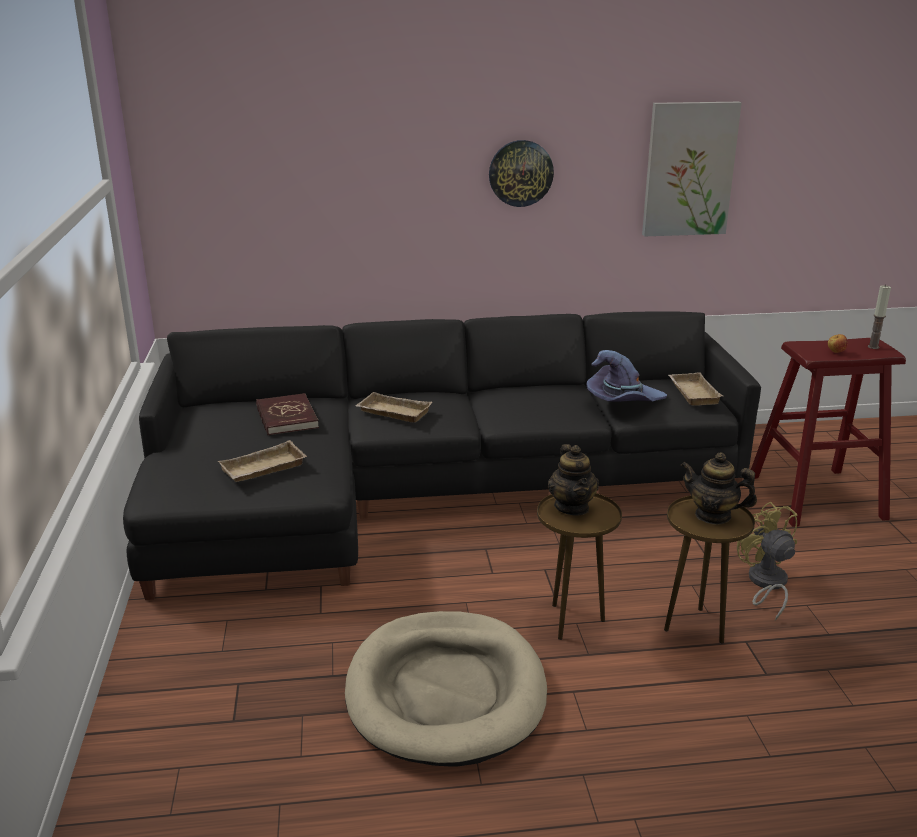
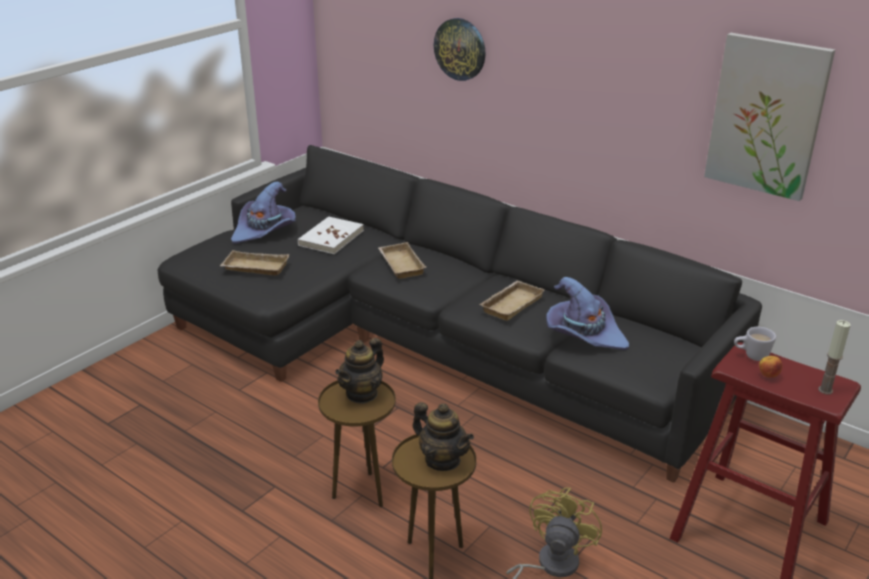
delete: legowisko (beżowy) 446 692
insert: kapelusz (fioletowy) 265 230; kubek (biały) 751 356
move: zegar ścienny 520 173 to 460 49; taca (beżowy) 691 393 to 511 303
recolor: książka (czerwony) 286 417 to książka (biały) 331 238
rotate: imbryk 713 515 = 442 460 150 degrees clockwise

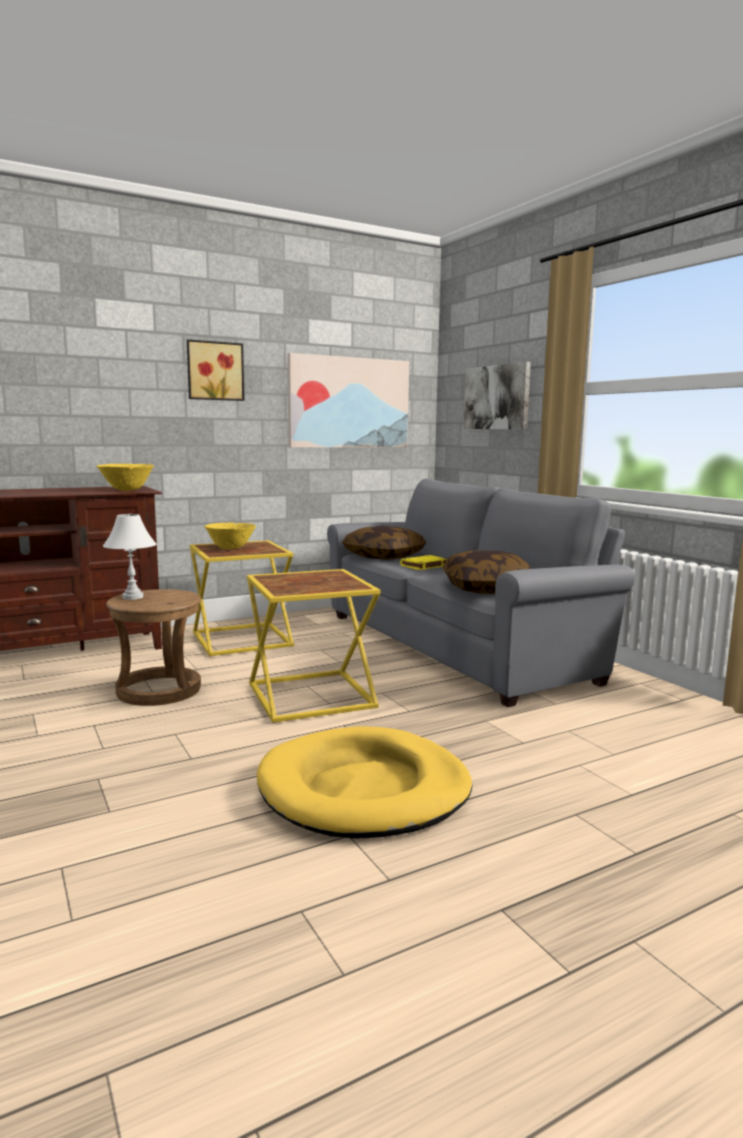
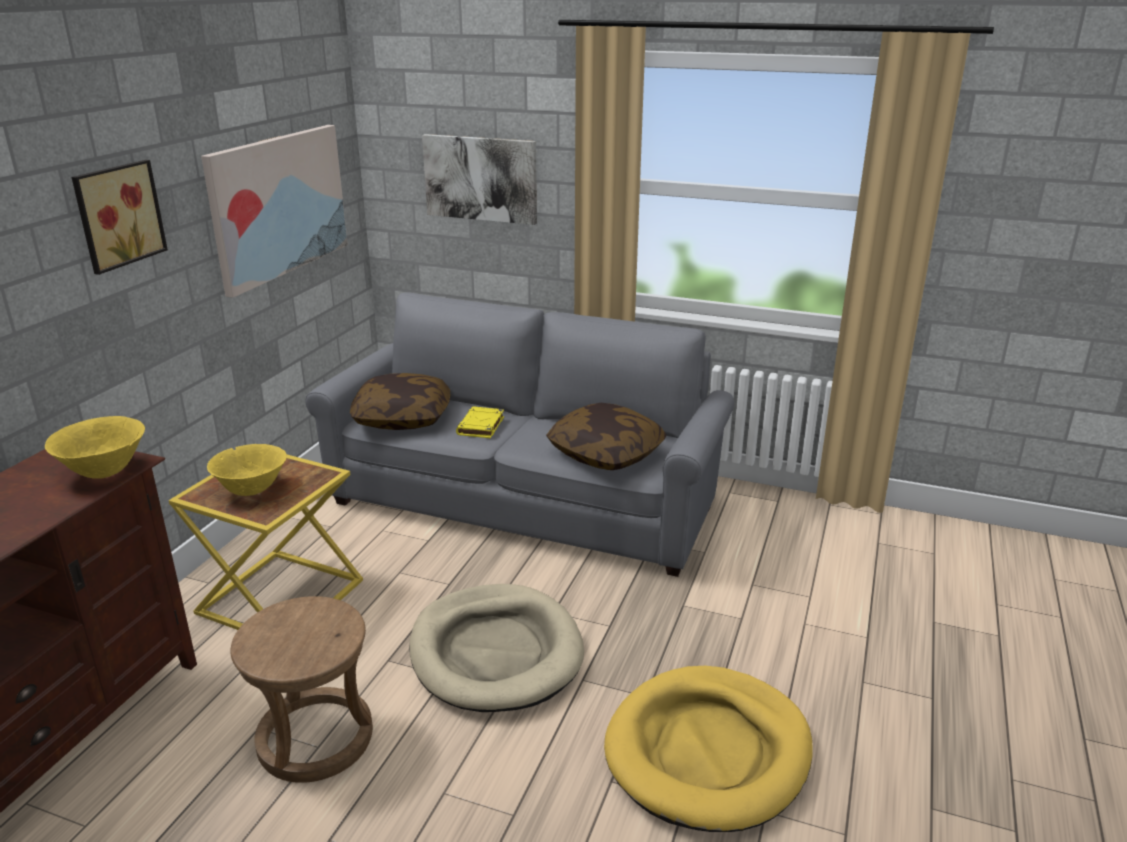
delete: lampa stołowa (biały) 133 597
replace: stolik (żółty) 312 695 to legowisko (beżowy) 496 652

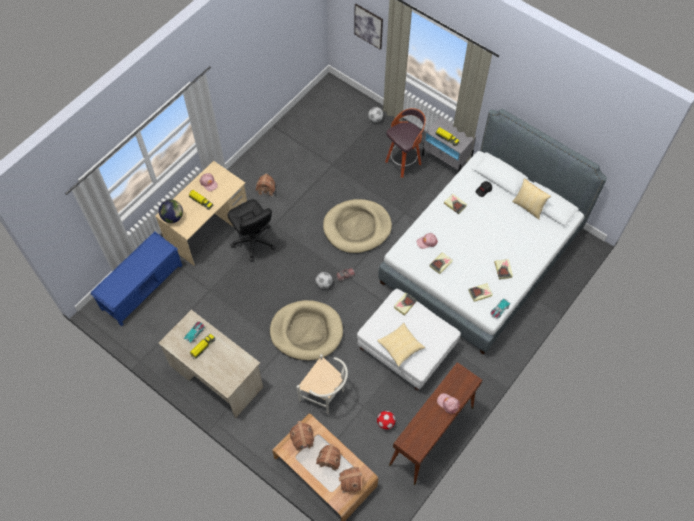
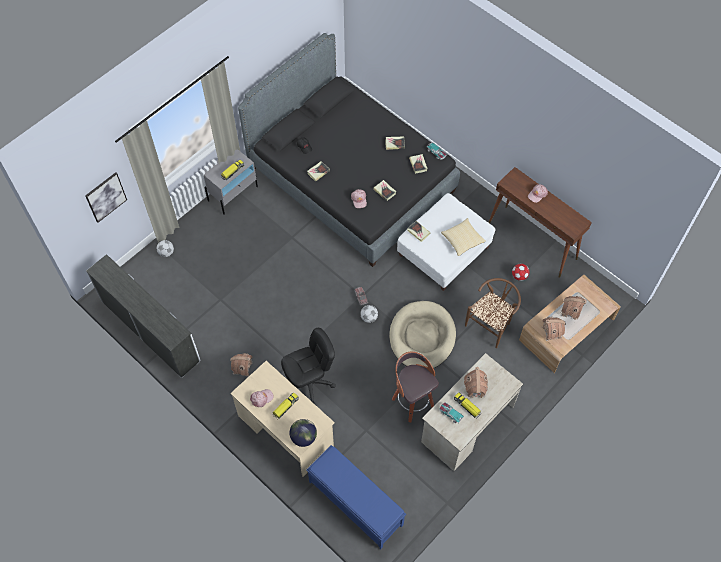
delete: poduszka 528 207; legowisko (beżowy) 357 227
insert: komoda (biały) 150 330
move: stołek 404 162 to 412 401; domek 350 482 to 475 388
recolor: łóżko (biały) 481 256 to łóżko (czarny) 351 179; krzesło (biały) 325 395 to krzesło (brązowy) 491 324

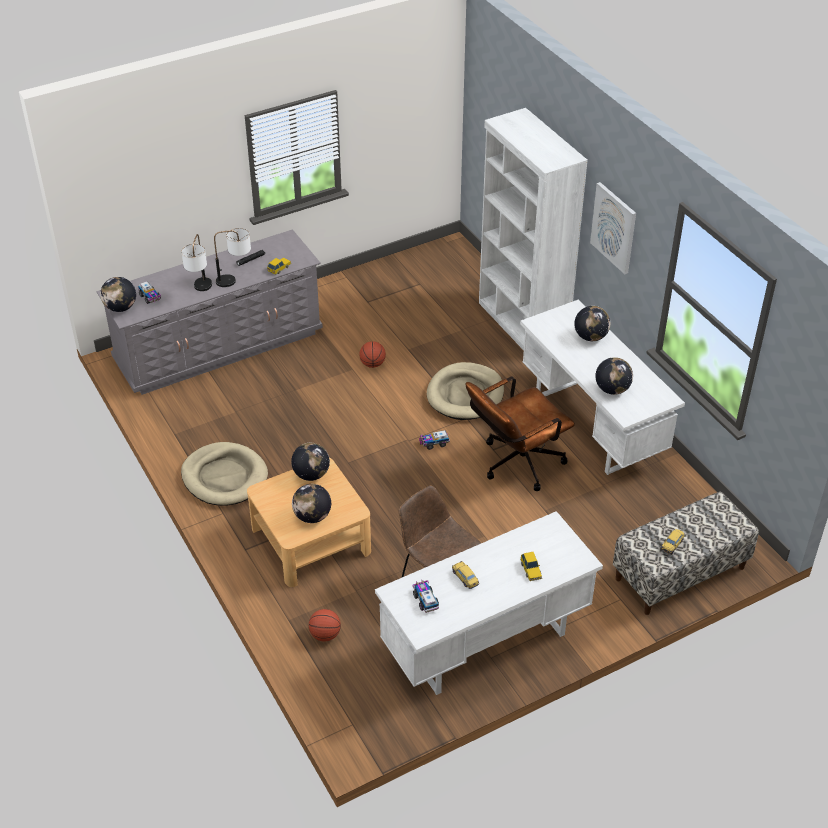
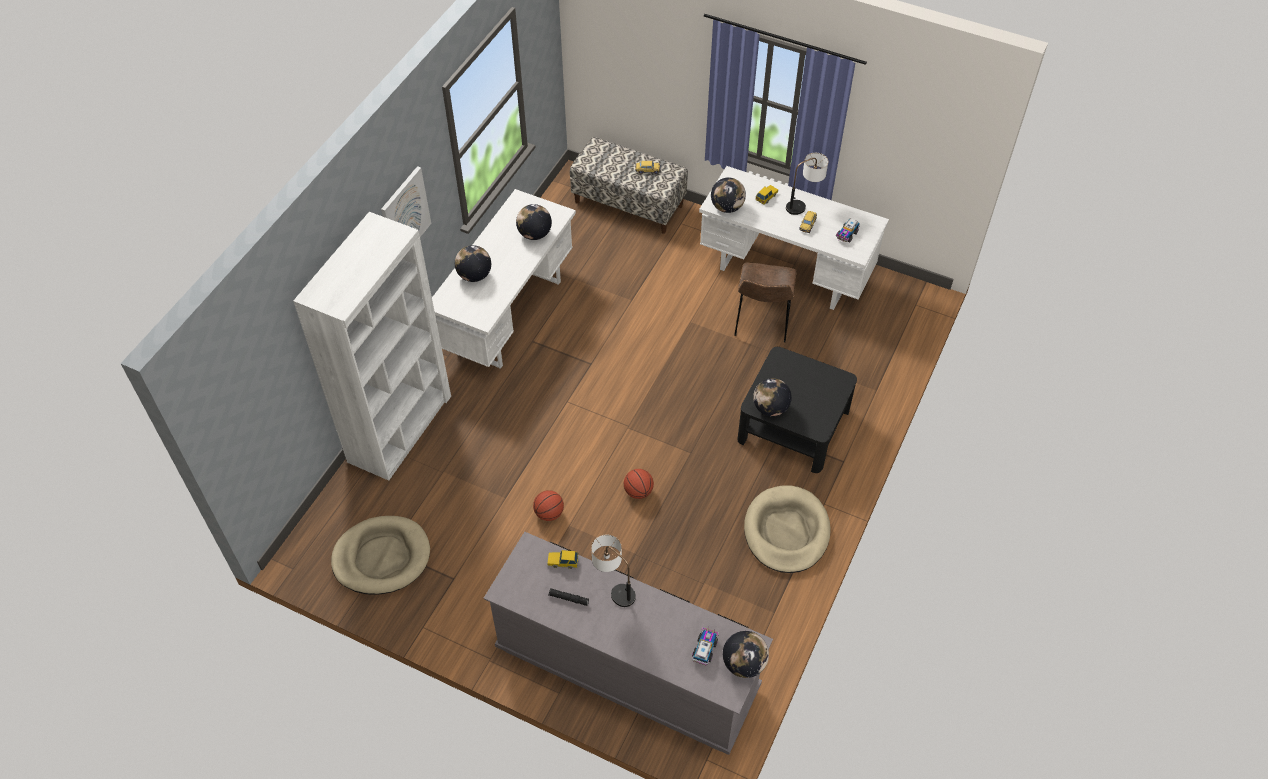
delete: krzesło biurowe (brązowy) 515 464; ciężarówka zabawkowa 434 443
move: lampa stołowa 201 291 to 804 204; legowisko (beżowy) 465 394 to 382 557; globus 312 516 to 727 207; piłka do koszykówki 325 635 to 638 491
recolor: ława (beżowy) 311 540 to ława (czarny) 793 424

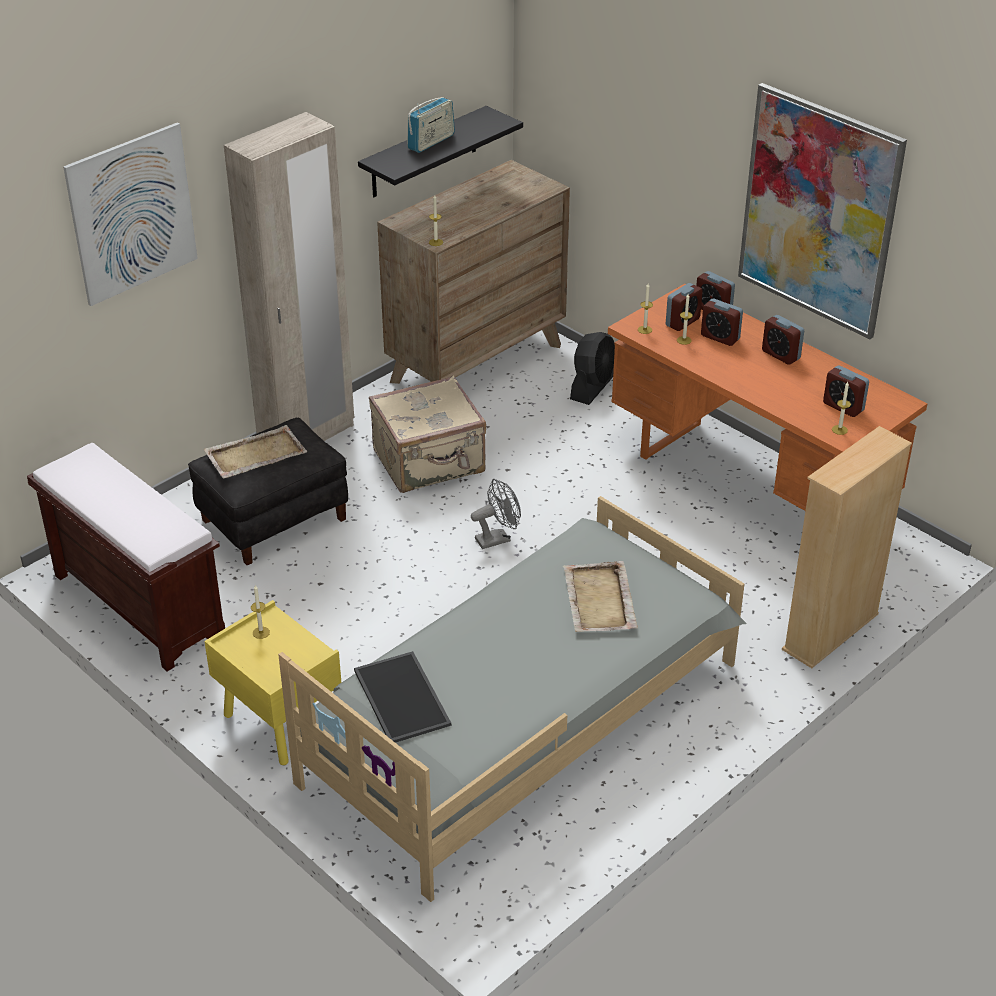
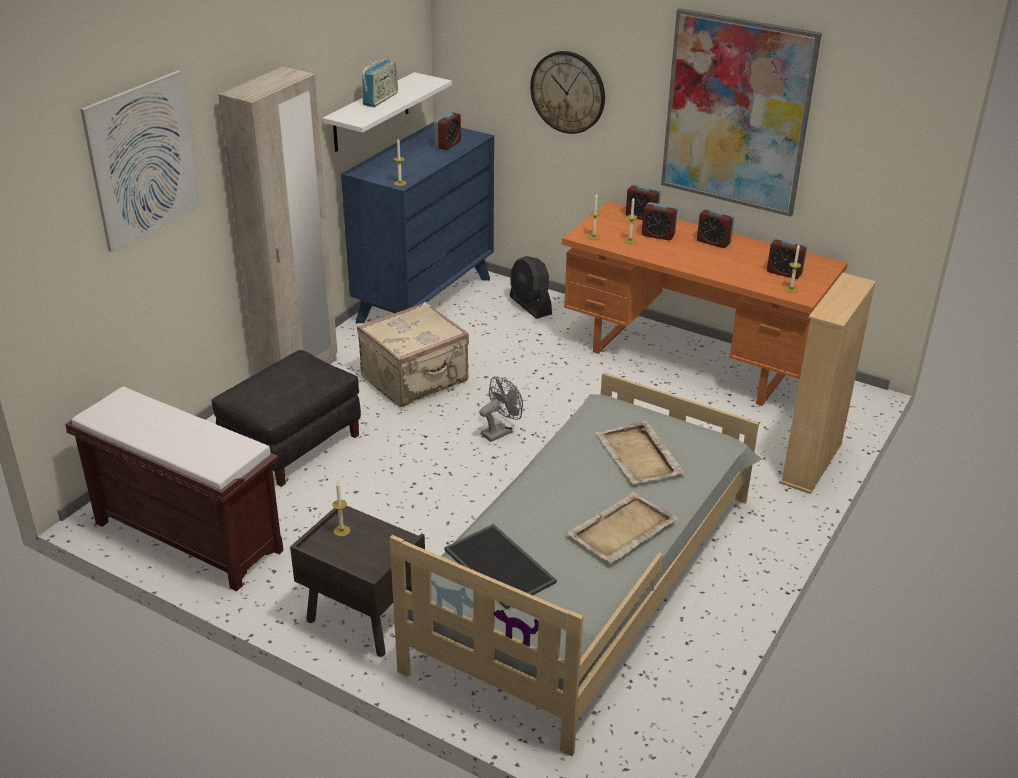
insert: zegar ścienny 568 92
move: budzik 682 322 to 447 144; taca (beżowy) 254 455 to 621 530
recolor: półka (czarny) 424 153 to półka (biały) 371 112; komoda (brązowy) 476 362 to komoda (niebieski) 424 299; szafka nocna (żółty) 278 722 to szafka nocna (brązowy) 362 618
rotate: wentylator (czarny) 593 387 = 530 305 135 degrees clockwise

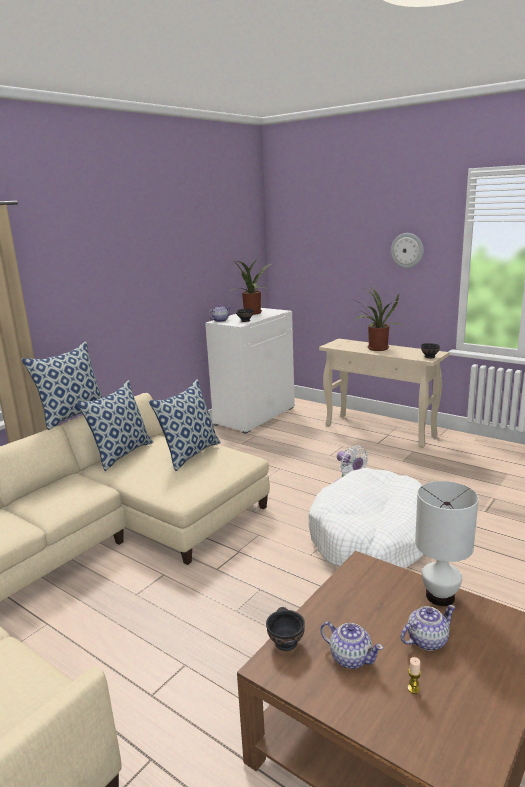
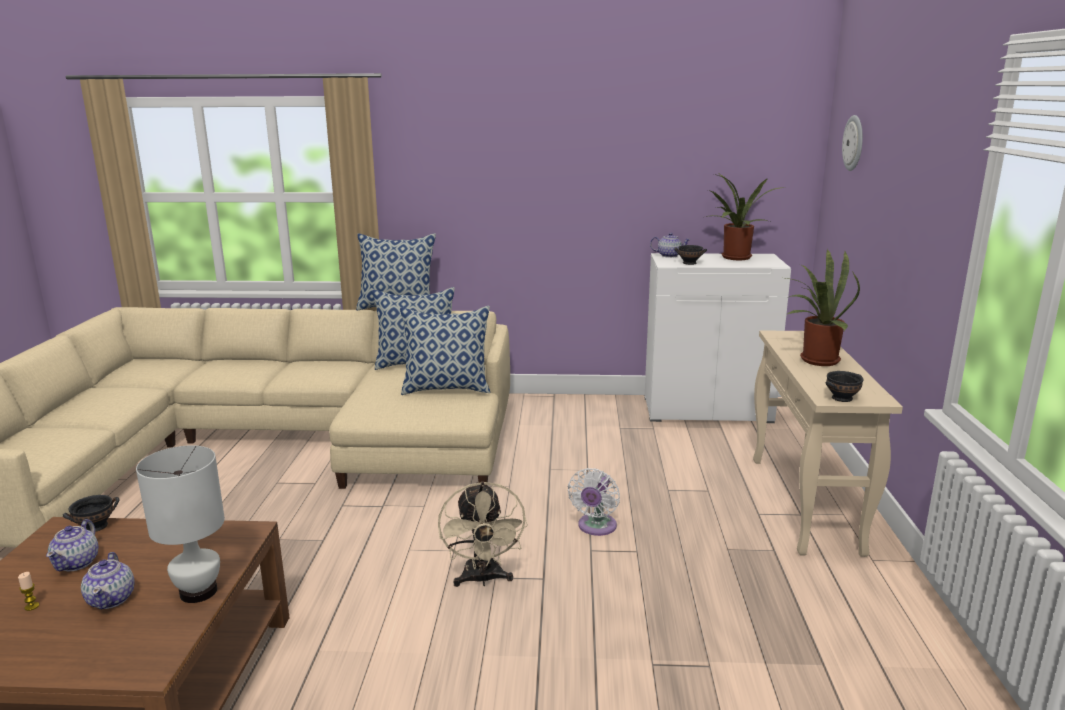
move: zegar ścienny 407 250 to 854 143
replace: legowisko (biały) 371 537 to wentylator (beżowy) 483 579
rotate: imbryk 426 640 = 112 599 45 degrees clockwise

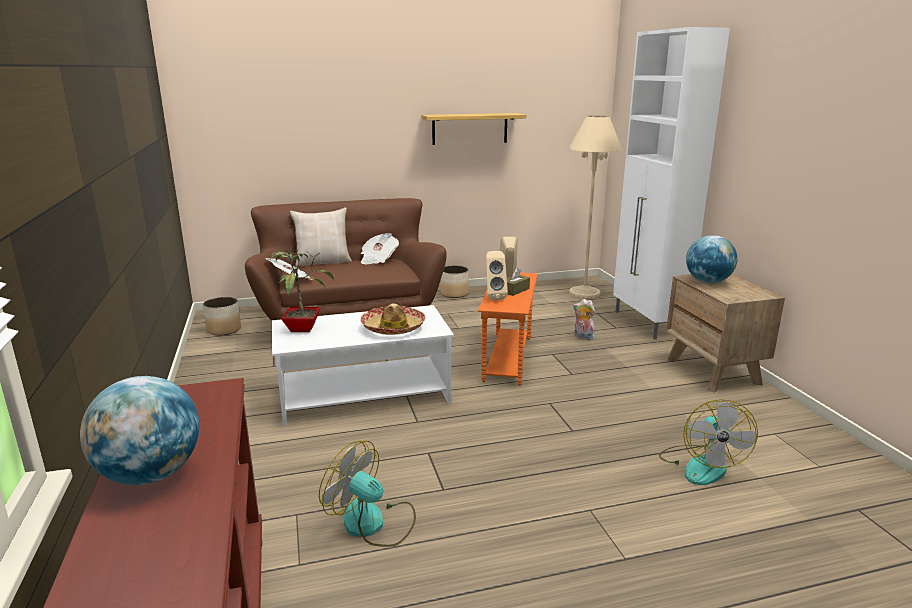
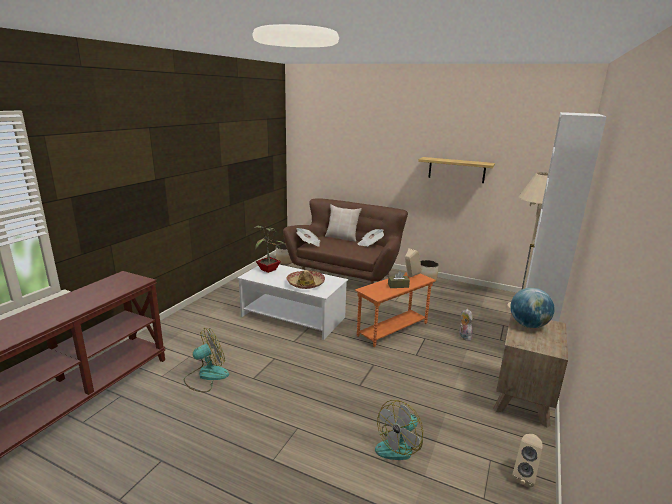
delete: globus 150 474
move: głośnik (beżowy) 494 297 to 524 476
rotate: wentylator 373 523 = 206 376 75 degrees clockwise

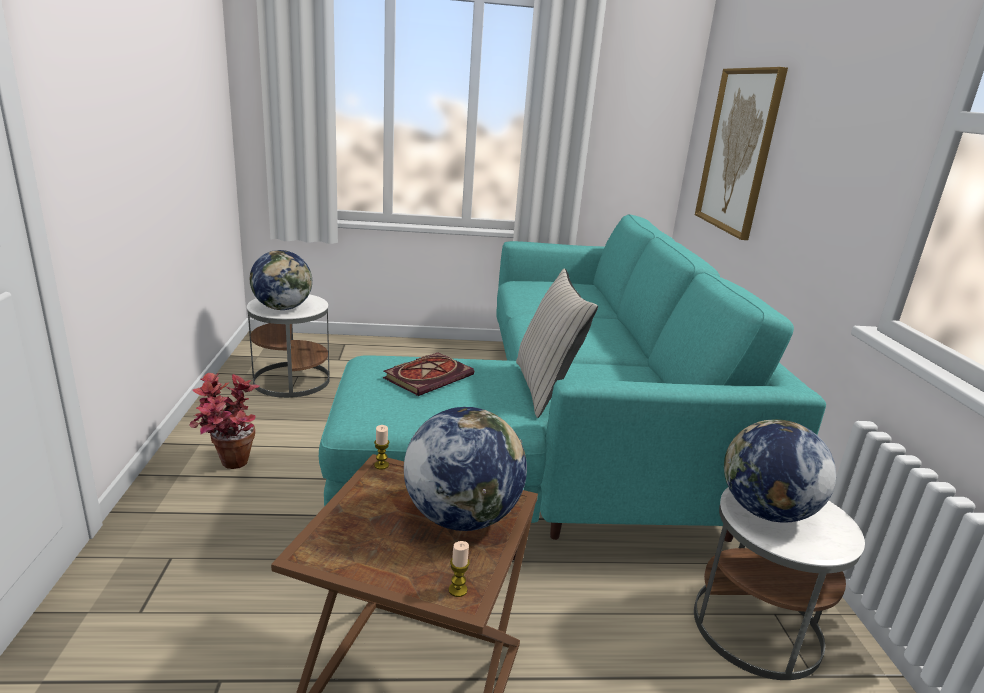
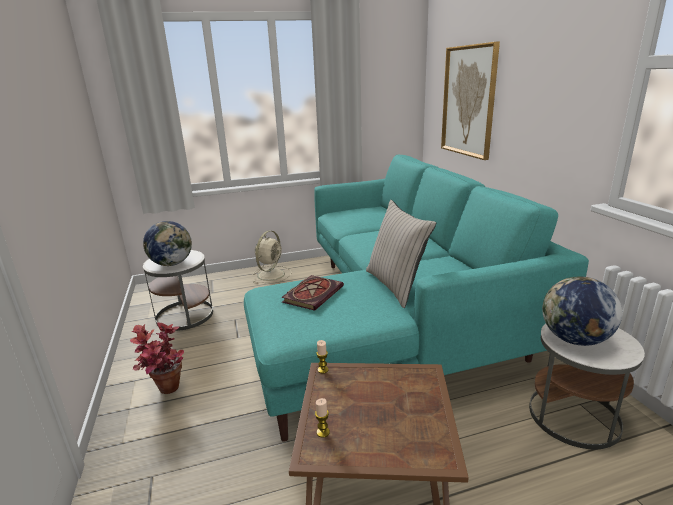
delete: globus 462 516
insert: wentylator (beżowy) 271 274
move: świeca 457 590 to 323 432

